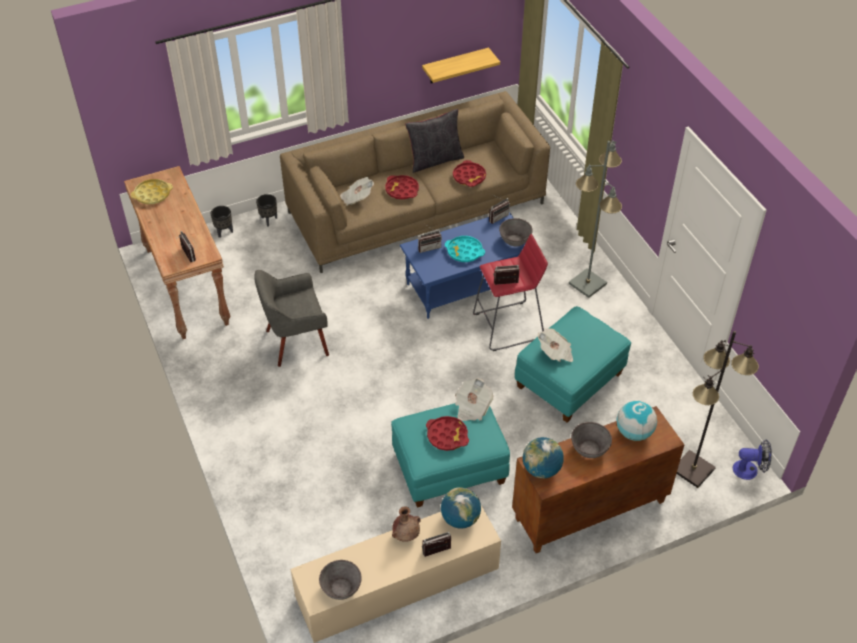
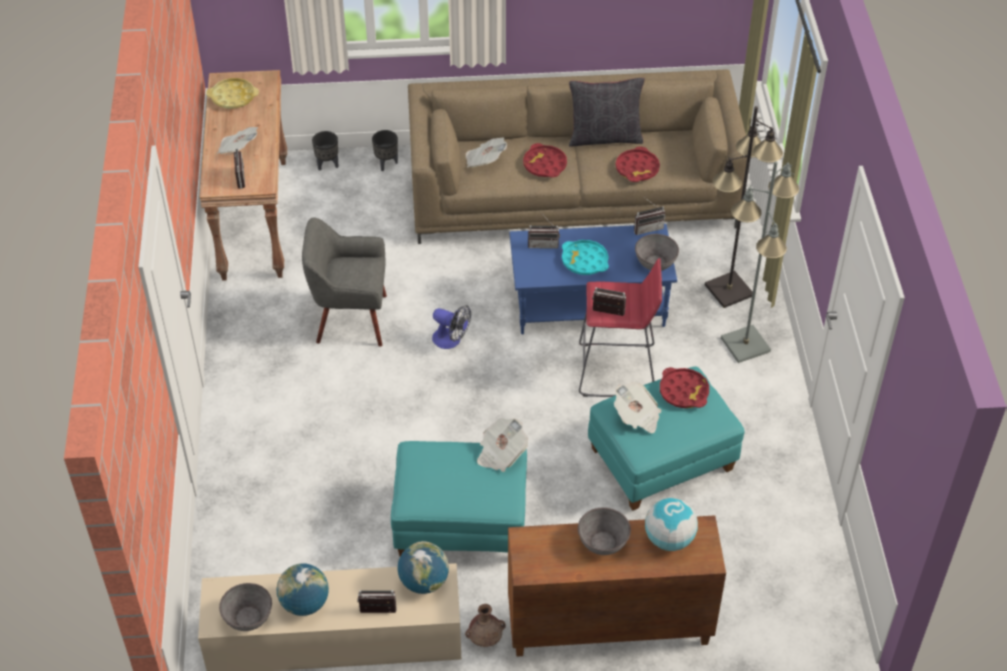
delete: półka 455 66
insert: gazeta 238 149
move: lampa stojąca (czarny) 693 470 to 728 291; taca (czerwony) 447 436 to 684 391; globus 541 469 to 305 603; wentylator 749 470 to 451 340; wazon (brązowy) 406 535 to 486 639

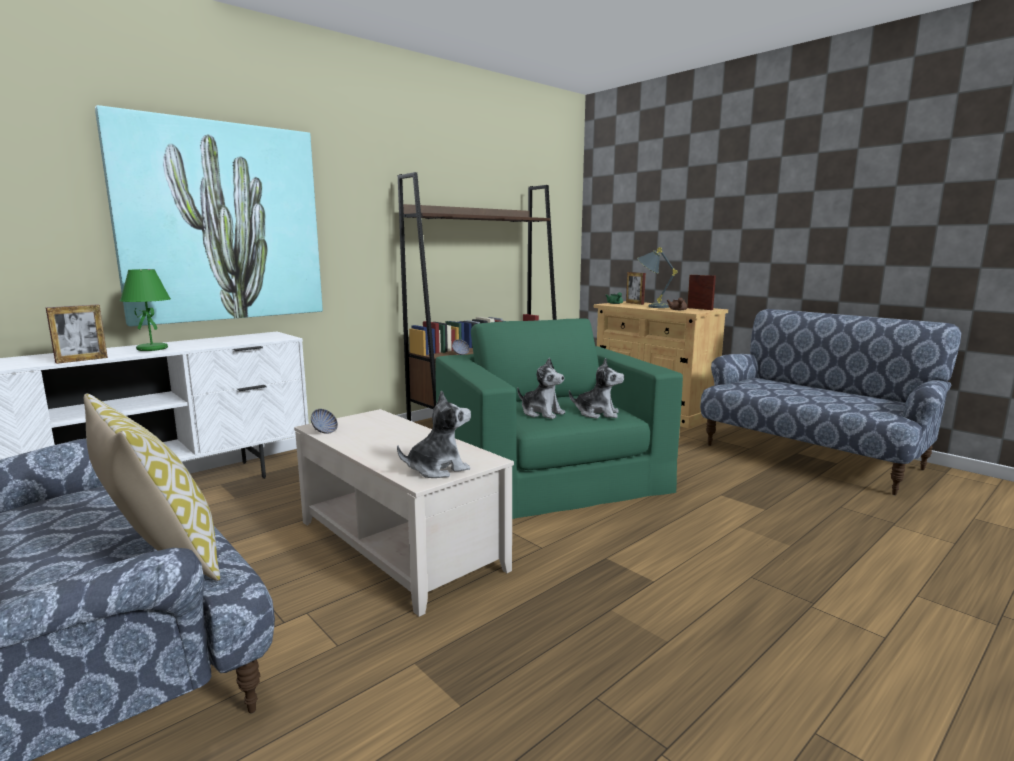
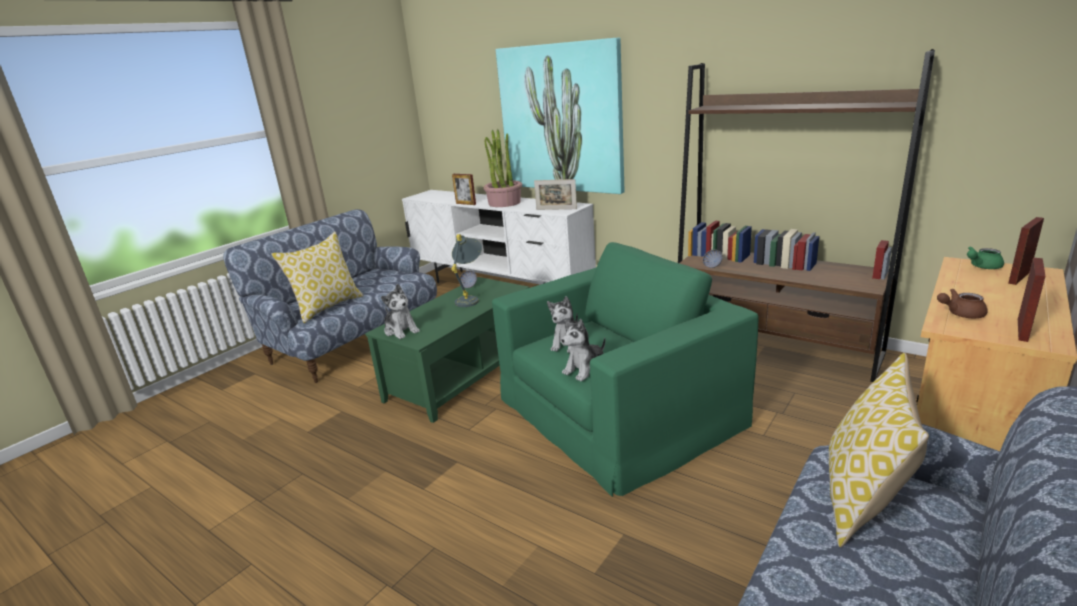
insert: ramka na zdjęcie 556 209; poduszka 863 501
move: lampa stołowa (szary) 651 306 to 470 299
replace: lampa stołowa (zielony) 153 349 to roślina doniczkowa 504 203
recolor: ława (beżowy) 398 545 to ława (zielony) 462 375
rotate: pluszak 597 413 = 585 369 45 degrees clockwise

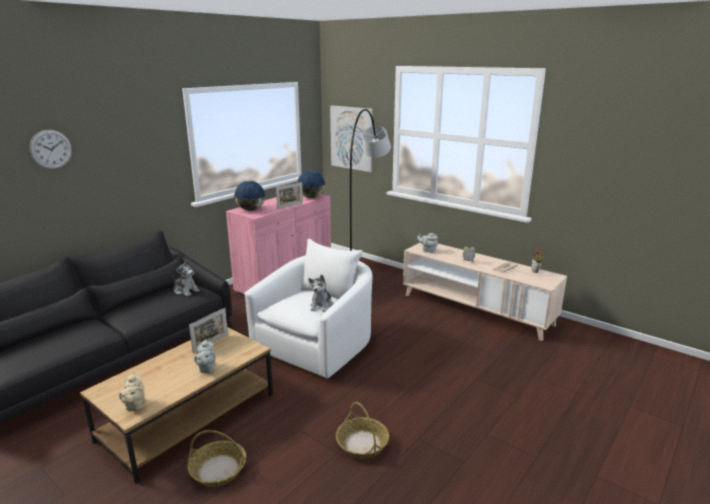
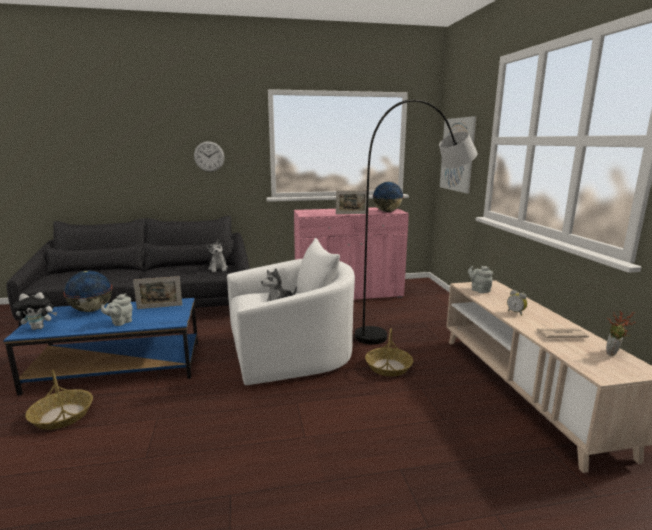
move: zegar ścienny 51 149 to 209 156; globus 250 210 to 91 310; koszyk 362 443 to 388 367
replace: imbryk (beżowy) 135 406 to pluszak 39 328
recolor: ława (brązowy) 188 416 to ława (niebieski) 118 366

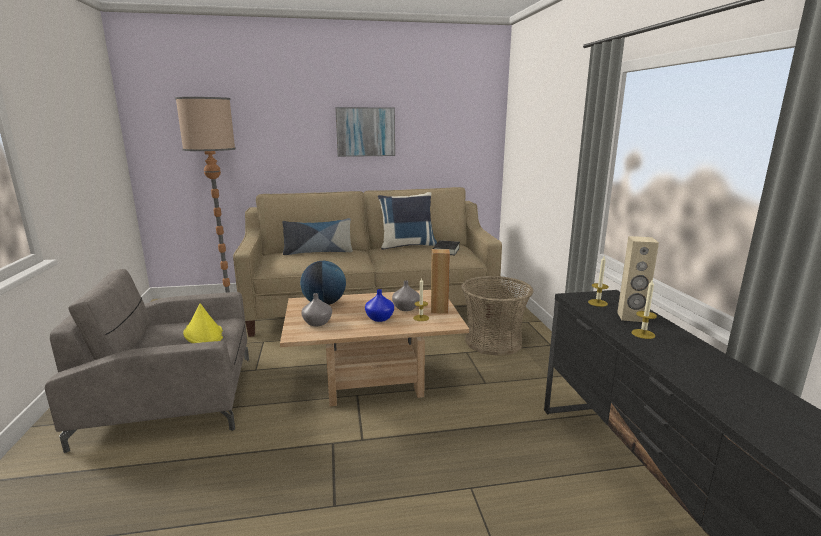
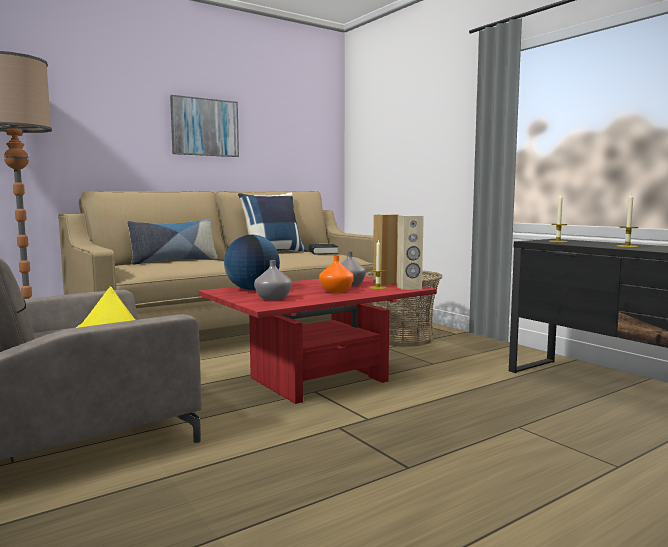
move: głośnik (beżowy) 631 317 to 409 288
recolor: wazon (niebieski) 379 318 to wazon (pomarańczowy) 335 291; ława (beżowy) 373 381 to ława (czerwony) 318 379

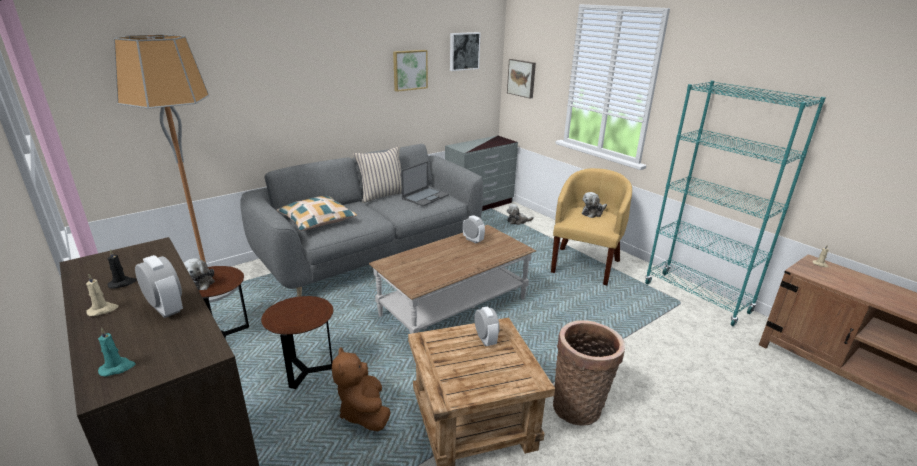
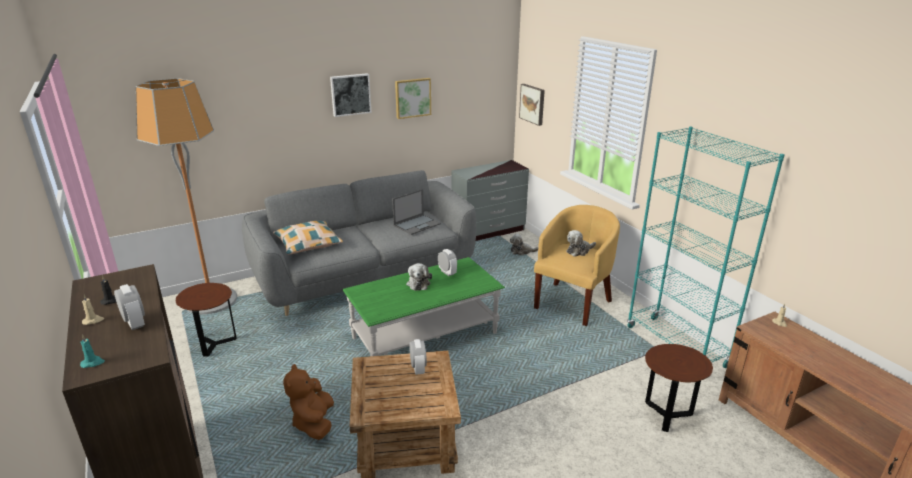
delete: poduszka (beżowy) 382 195; koszyk 579 406
move: obraz 463 51 to 350 94; pluszak 200 282 to 418 283; stolik (brązowy) 306 372 to 667 416
recolor: ława (brązowy) 454 307 to ława (zielony) 425 336

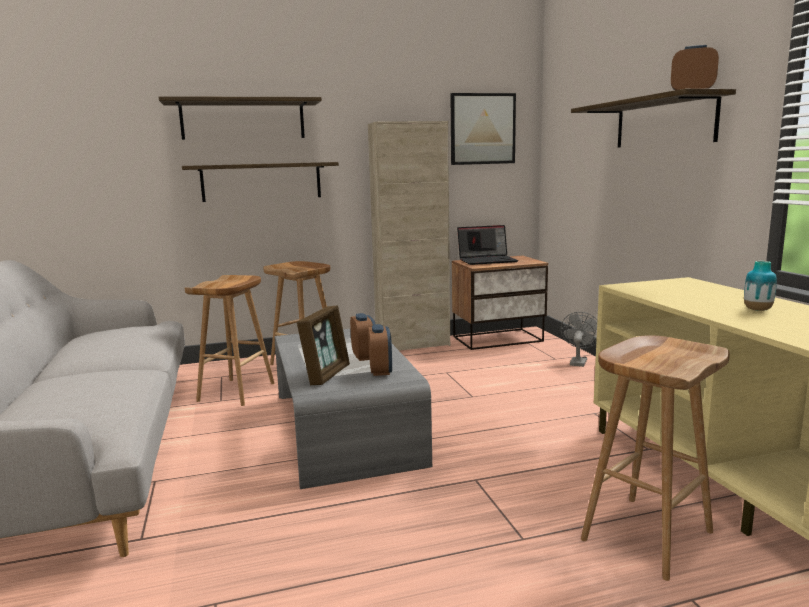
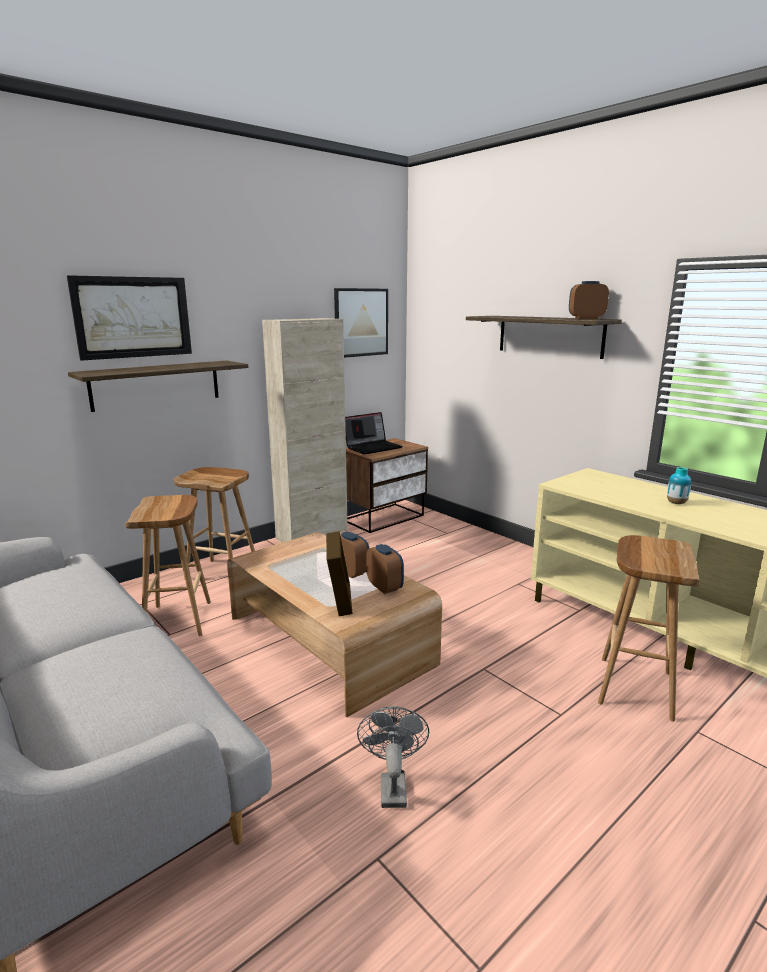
move: wentylator (szary) 578 361 to 392 785
replace: półka 243 120 to obraz 133 317
recolor: ława (szary) 345 427 to ława (brązowy) 329 640

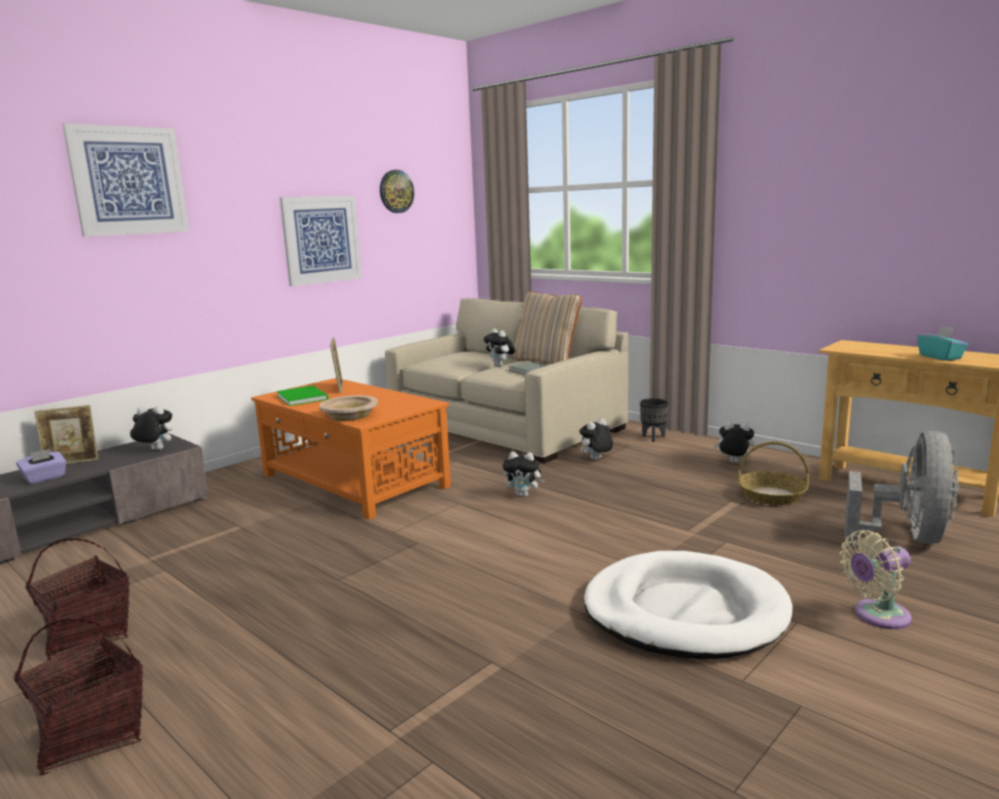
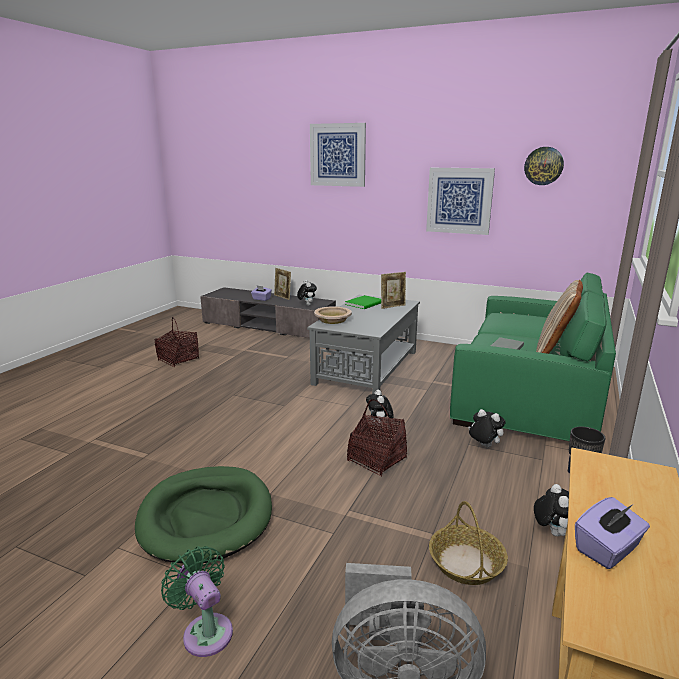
delete: pluszak 500 365
move: koszyk 91 733 to 377 459
recolor: kanapa (beżowy) 507 425 to kanapa (zielony) 530 393; pudełko chusteczek (turkusowy) 940 357 to pudełko chusteczek (fioletowy) 607 549; ława (pomarańczowy) 354 481 to ława (szary) 366 367; wentylator (beżowy) 877 616 to wentylator (zielony) 205 630; legowisko (biały) 684 612 to legowisko (zielony) 206 517

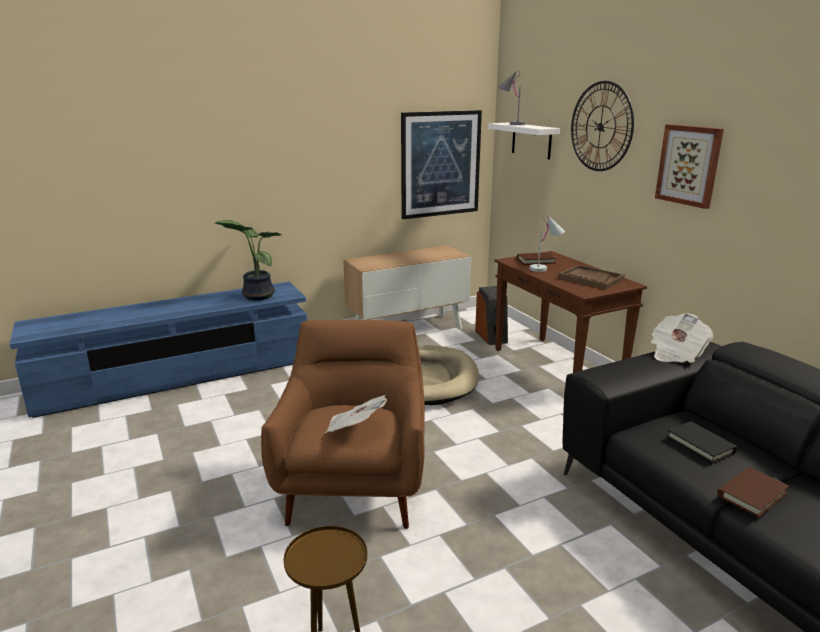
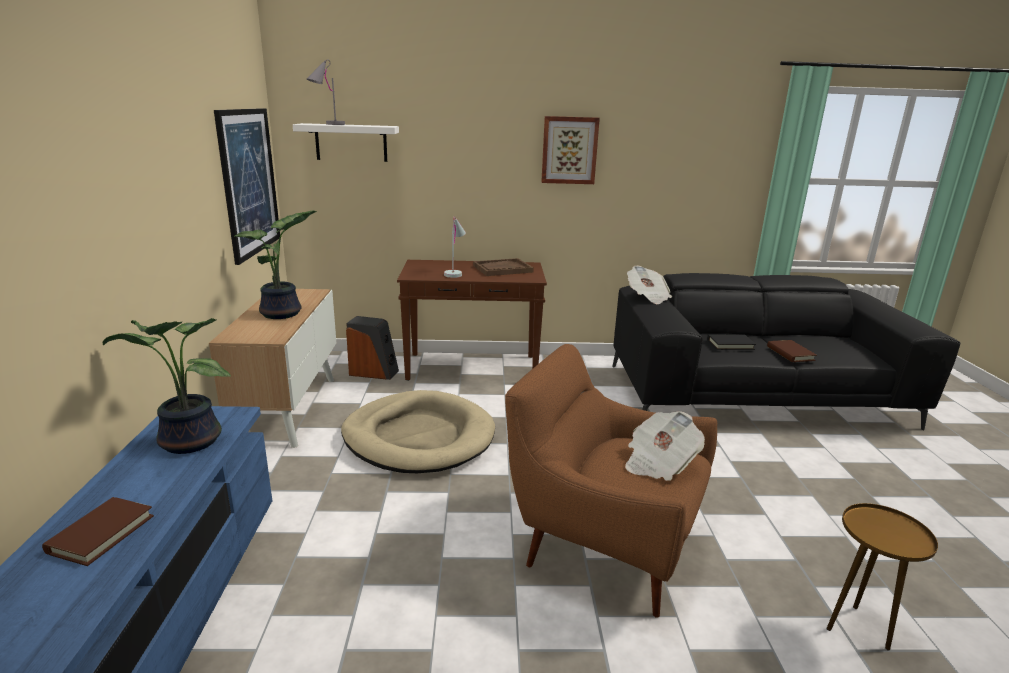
delete: zegar ścienny 601 127
insert: roślina doniczkowa 283 314
move: książka (brązowy) 536 261 to 101 534

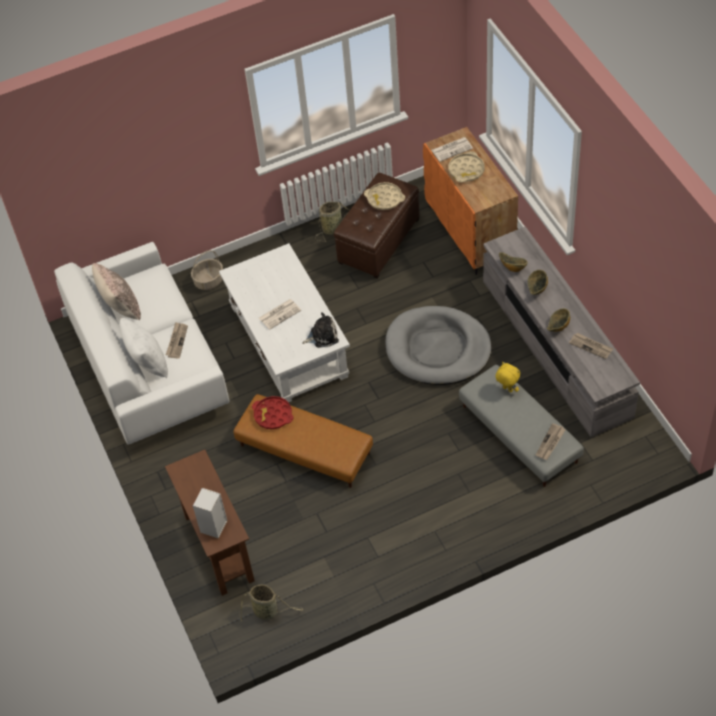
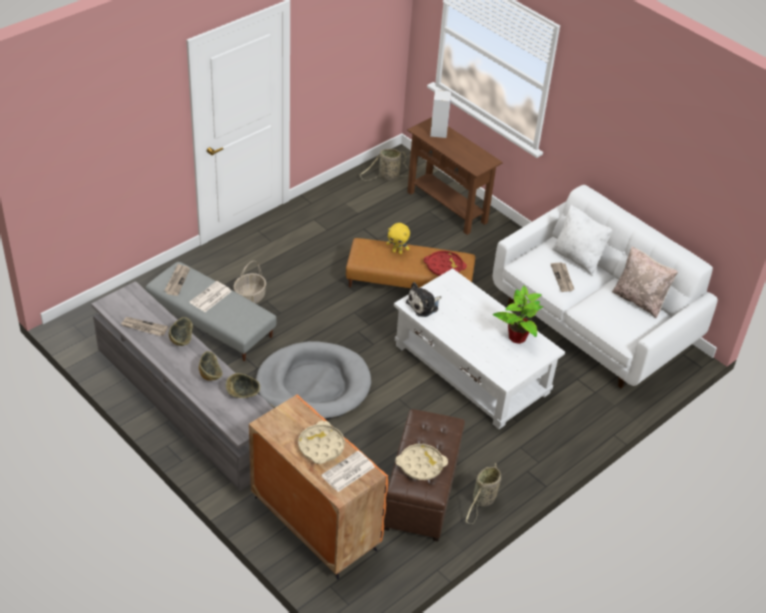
insert: roślina doniczkowa 517 337
move: koszyk 209 280 to 250 297; gazeta 280 314 to 210 297; pluszak (żółty) 507 389 to 397 252

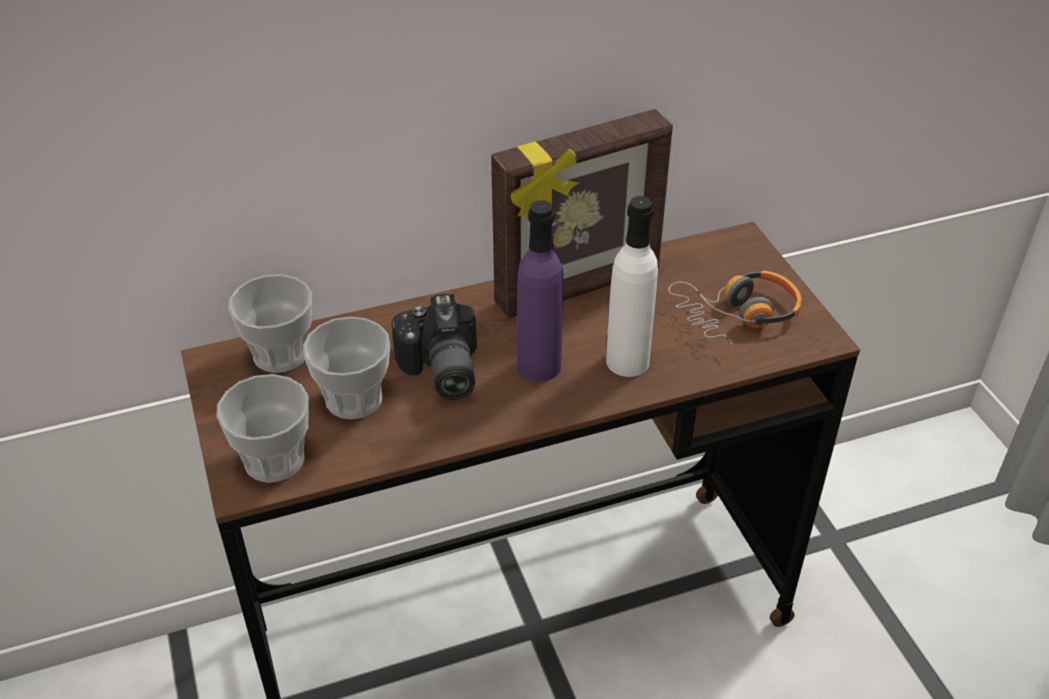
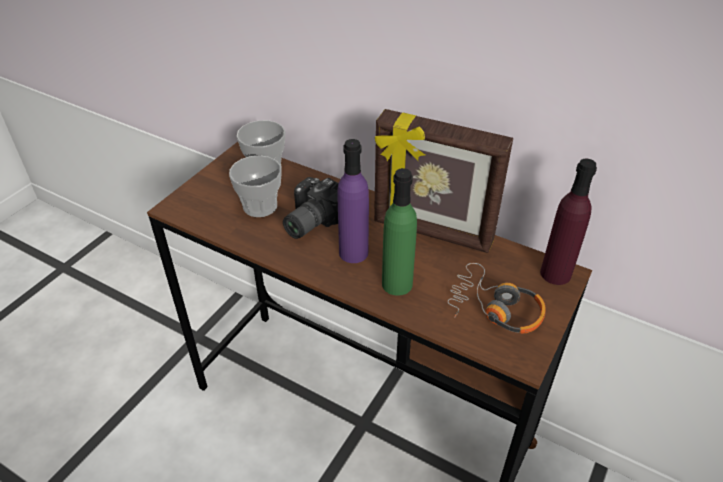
delete: filiżanka 274 460
insert: butelka (fioletowy) 555 273
recolor: butelka (biały) 627 361 to butelka (zielony) 397 284

